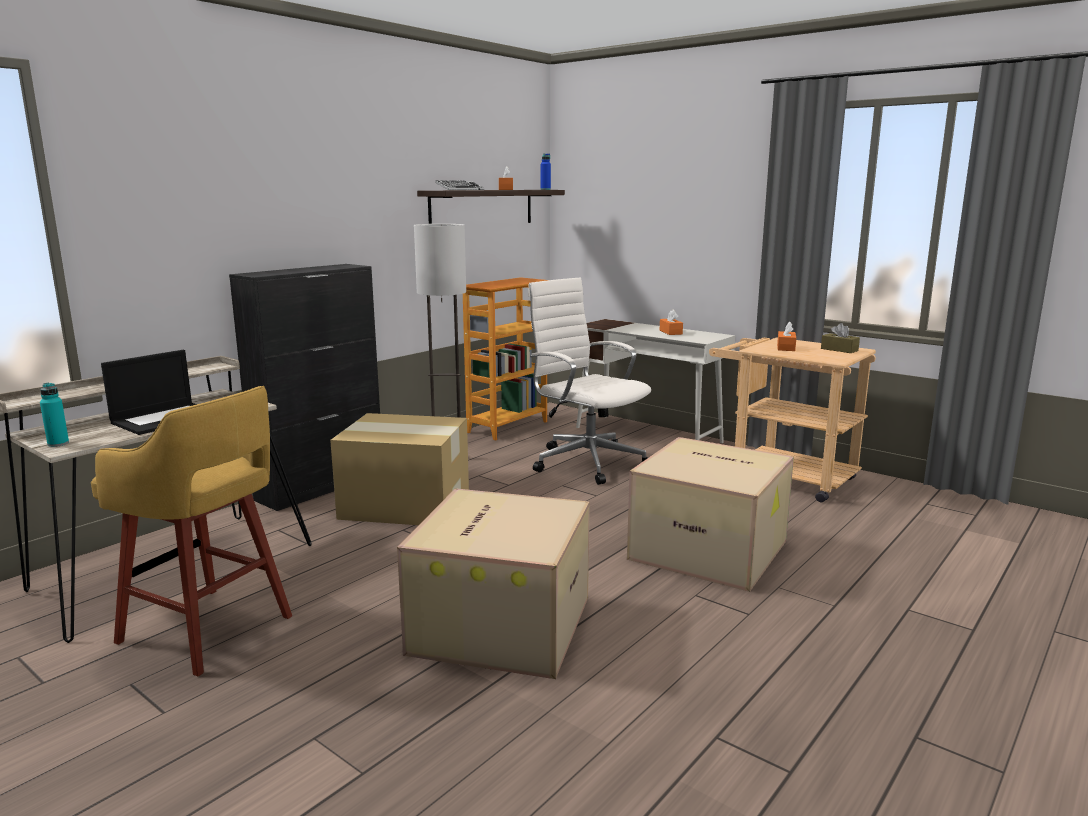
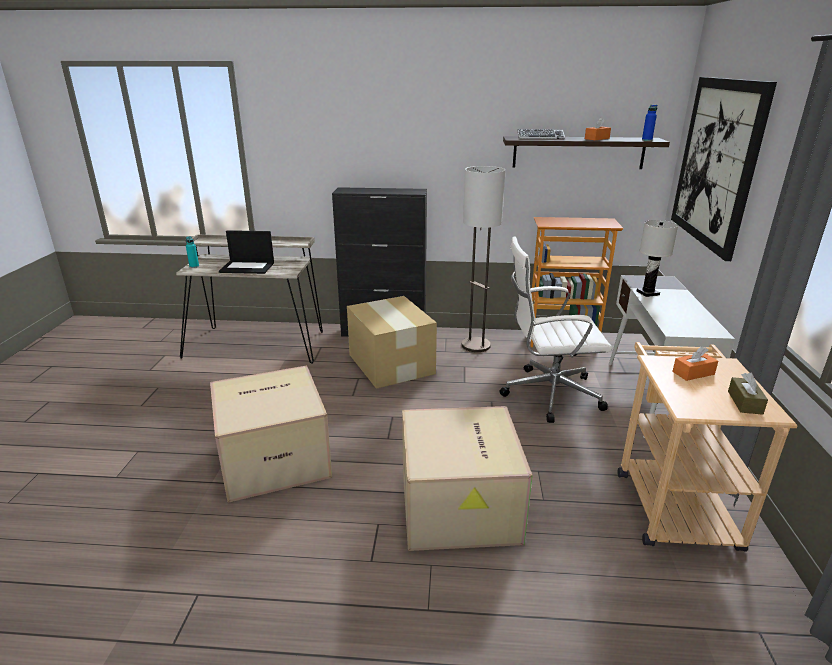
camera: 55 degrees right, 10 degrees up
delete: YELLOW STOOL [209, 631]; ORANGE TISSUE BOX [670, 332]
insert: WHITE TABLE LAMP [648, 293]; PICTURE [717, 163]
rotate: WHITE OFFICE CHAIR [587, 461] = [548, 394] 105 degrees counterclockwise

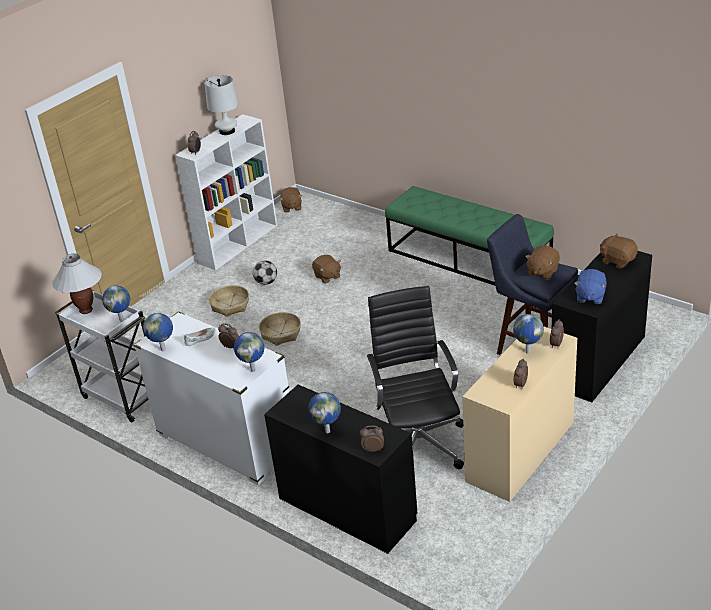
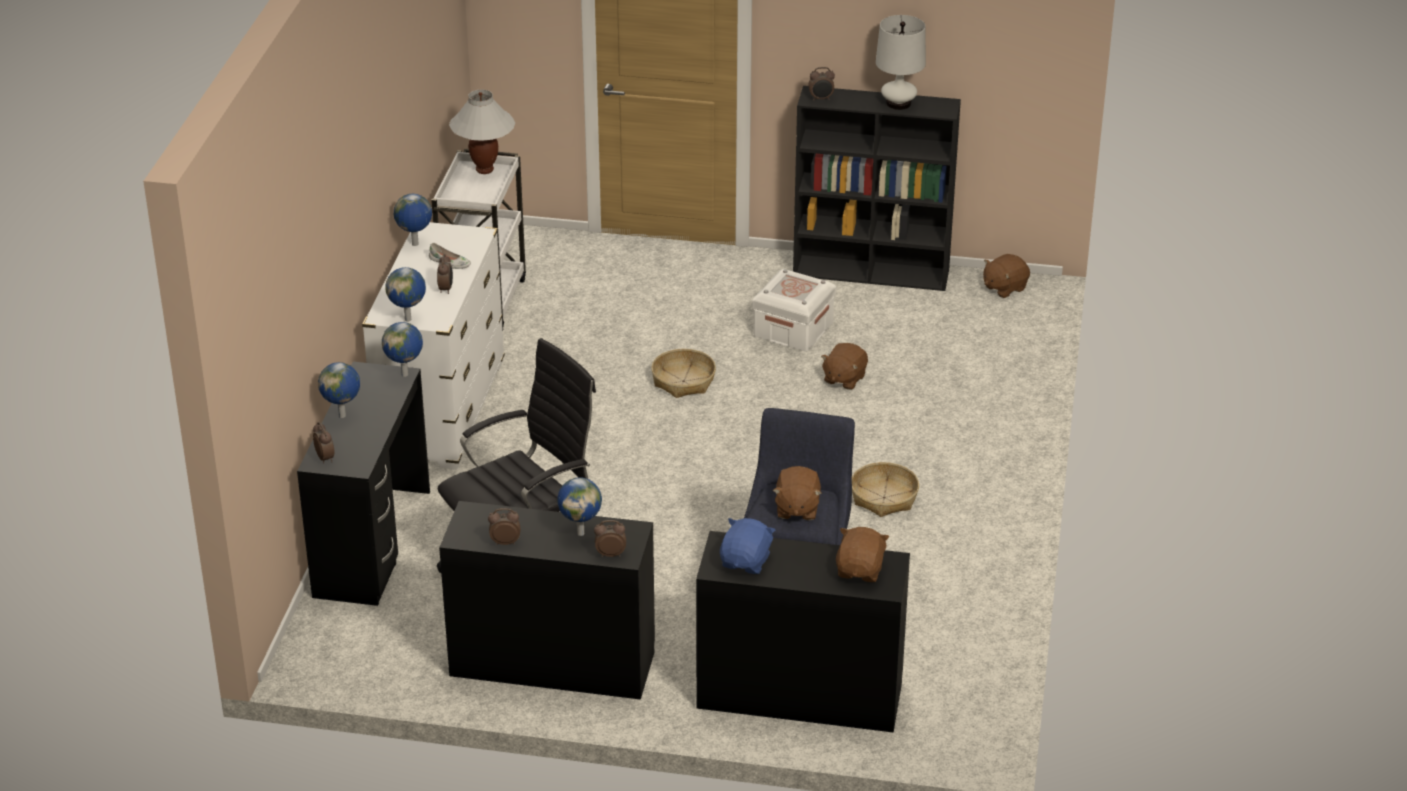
camera: 60 degrees right, 0 degrees up
delete: GREEN BENCH [468, 261]
move: GLOBE [122, 320] to [405, 374]; BASKET [230, 305] to [884, 498]
replace: FOOTBALL [266, 282] to WHITE STORAGE BOX [793, 329]
recolor: WHITE BOOKCASE [238, 243] to BLACK BOOKCASE [872, 272]; BEIGE DESK [521, 452] to BLACK DESK [552, 663]
rotate: BROWN PLUSH TOY [542, 272] = [796, 509] 90 degrees counterclockwise; BLUE PLUSH TOY [590, 296] = [746, 561] 120 degrees clockwise

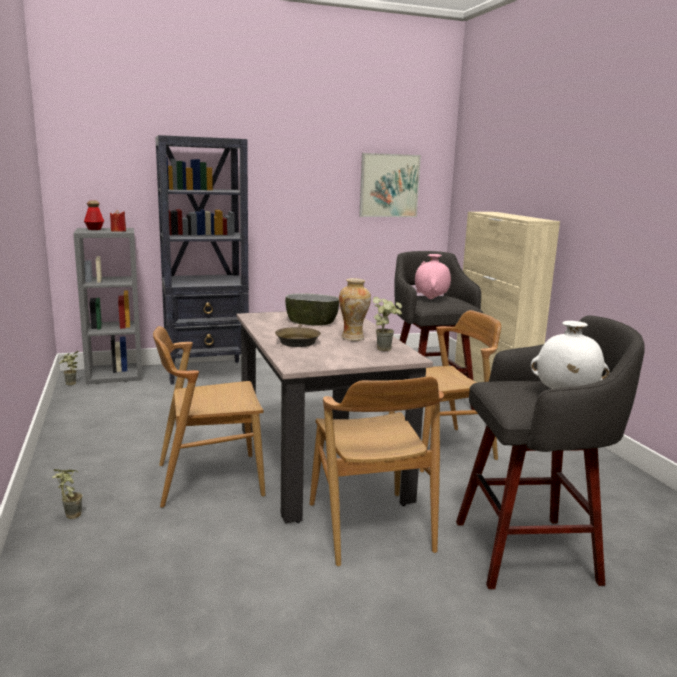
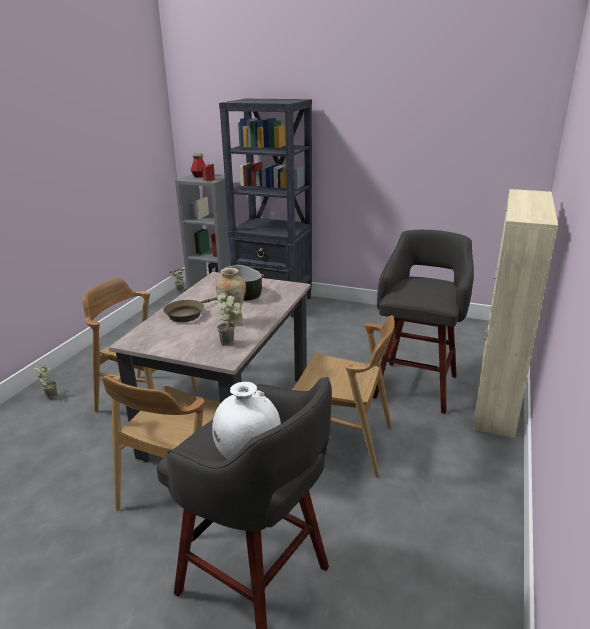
camera: 40 degrees right, 10 degrees up
delete: PICTURE [389, 185]; PINK VASE [431, 299]

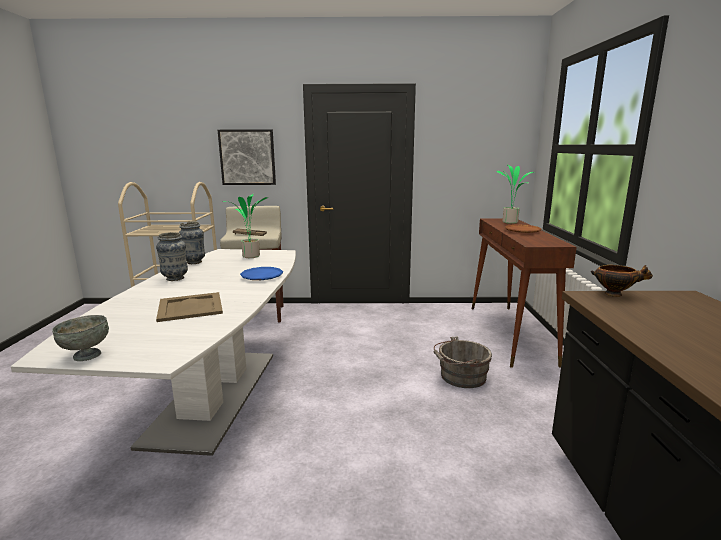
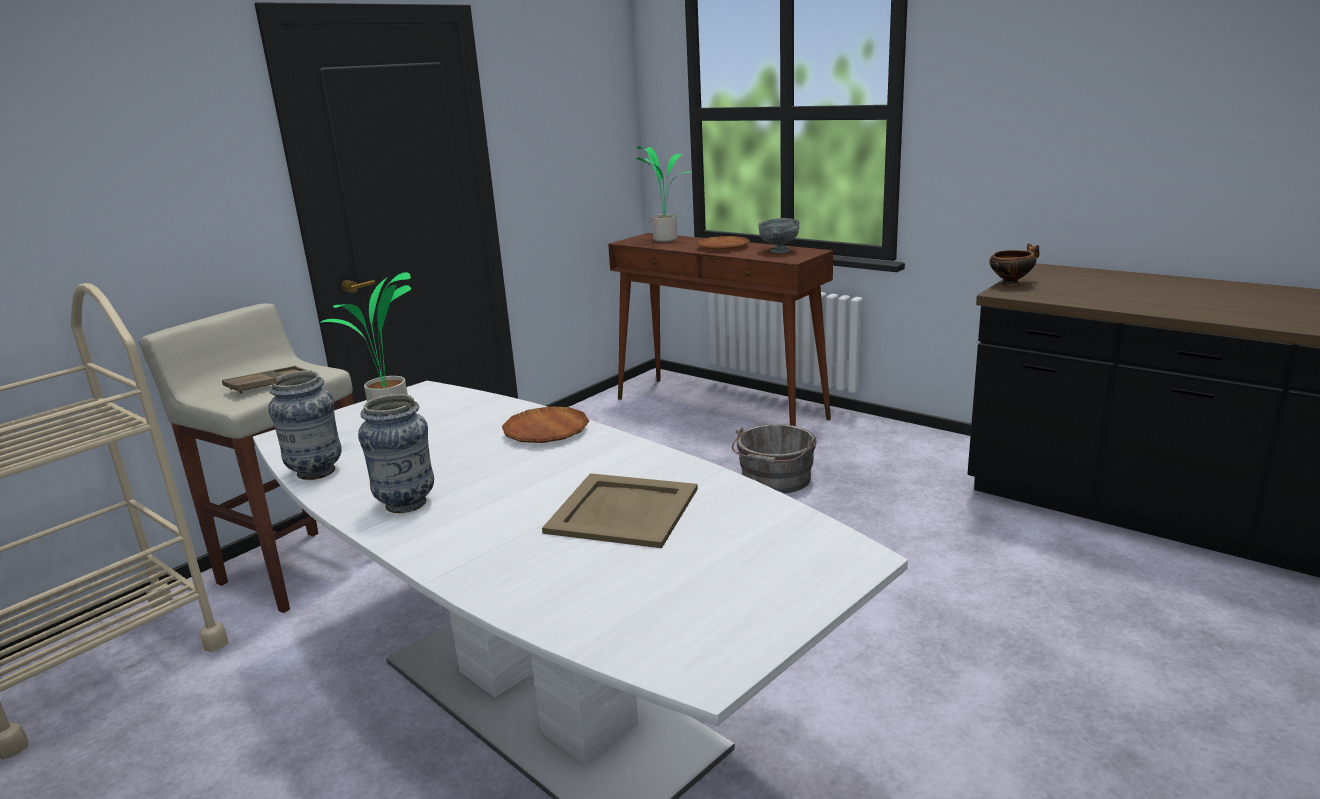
camera: 50 degrees left, 5 degrees up
delete: PICTURE [247, 157]
move: GREY BOWL [86, 355] to [779, 251]
recolor: BLUE PLATE [262, 276] to BROWN PLATE [546, 431]

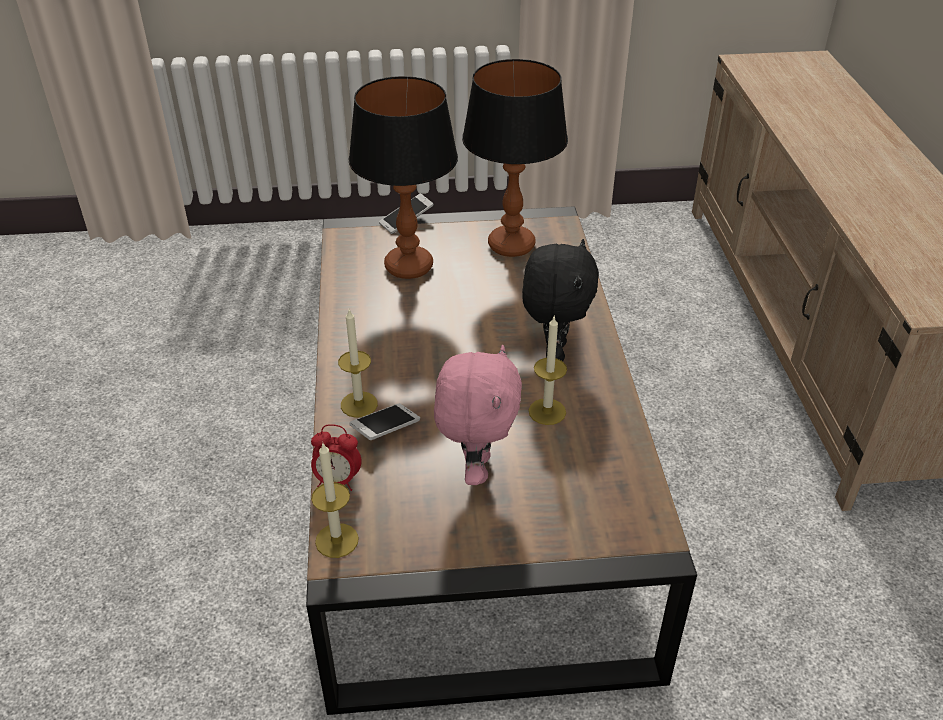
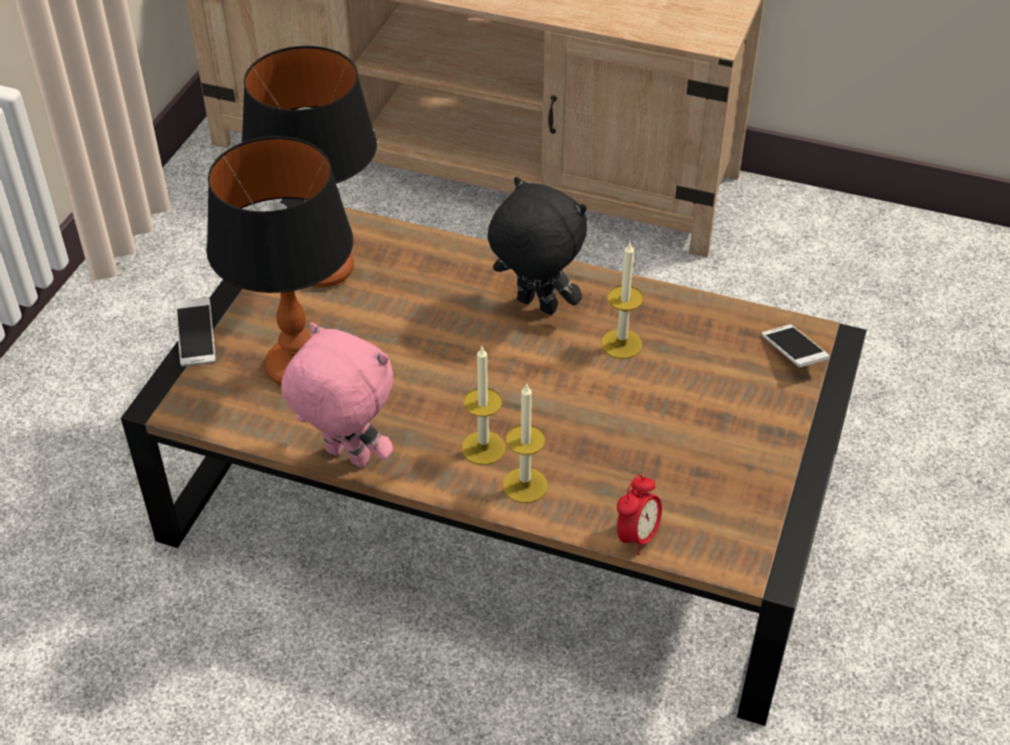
camera: 65 degrees left, 5 degrees up
move: CANDLE [337, 540] to [483, 448]; PHONE [386, 429] to [793, 354]; PINK PLUSH TOY [476, 468] to [345, 457]

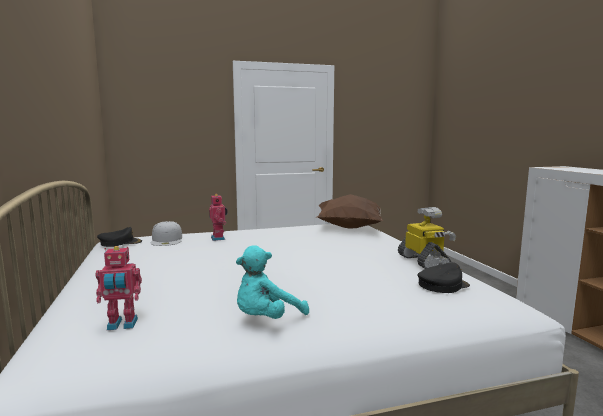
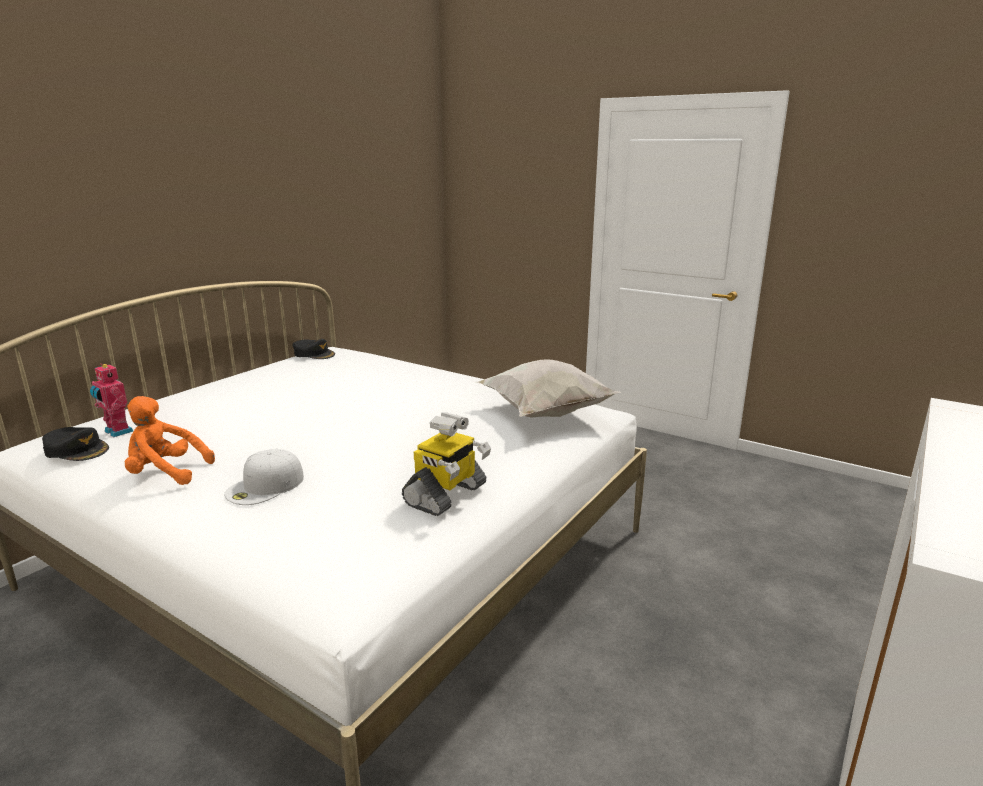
camera: 50 degrees right, 10 degrees up
delete: TOY ROBOT [219, 238]
move: WHITE CAP [167, 240] to [265, 486]; BLACK CAP [442, 285] to [77, 450]
recolor: TURQUOISE PLUSH TOY [267, 319] to ORANGE PLUSH TOY [166, 473]; BROWN PILLOW [349, 229] to WHITE PILLOW [543, 413]

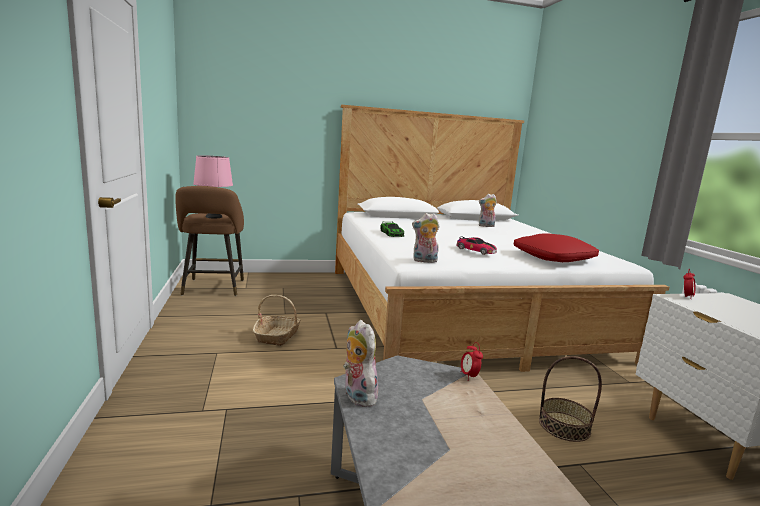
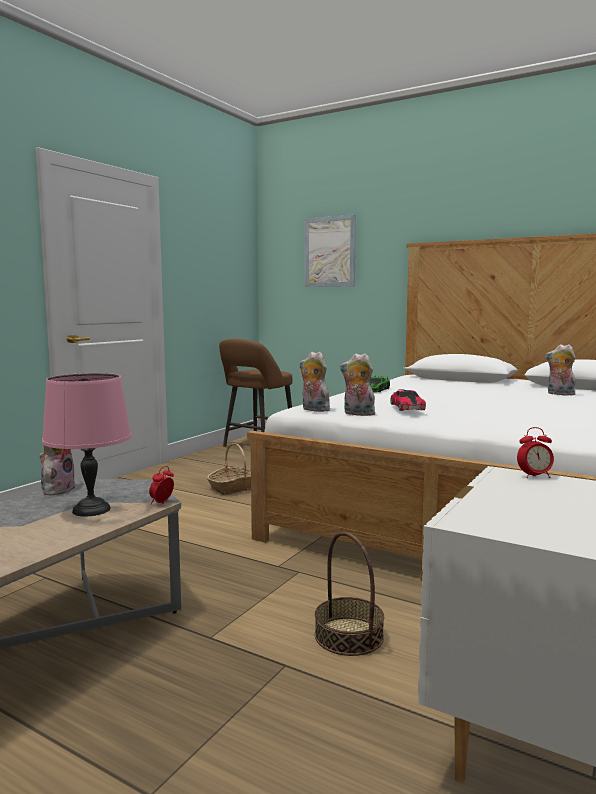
camera: 45 degrees right, 5 degrees down
delete: RED PILLOW [553, 257]
insert: PICTURE [330, 252]; PLUSH TOY [357, 414]
move: PINK TABLE LAMP [213, 217] to [90, 510]

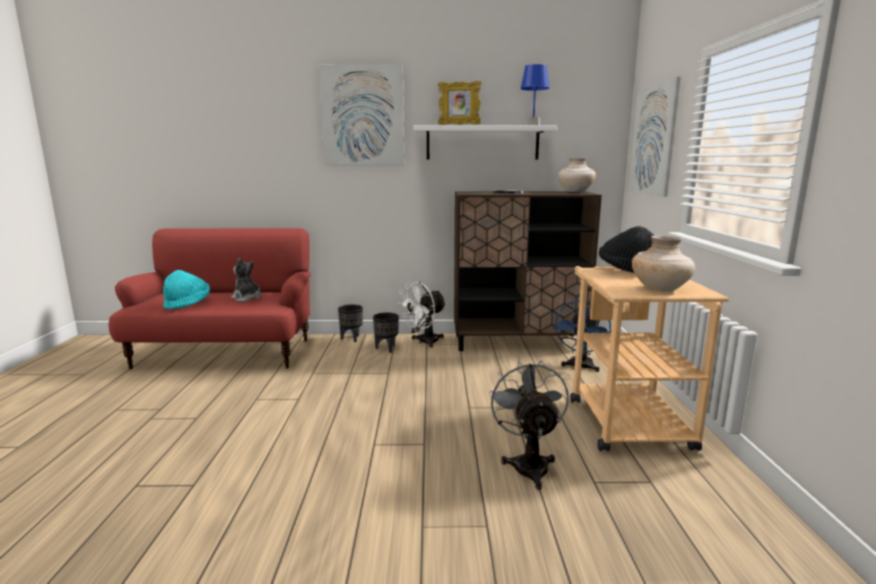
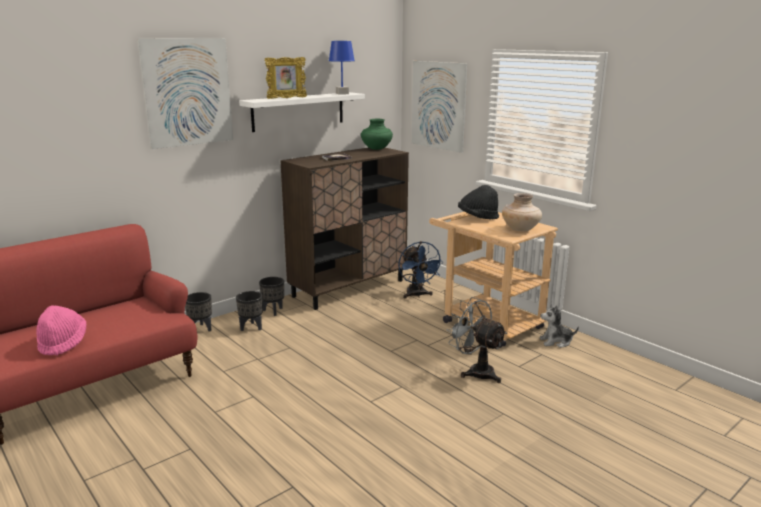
camera: 40 degrees left, 5 degrees up
move: PLUSH TOY [247, 298] to [556, 342]
replace: WHITE FAN [423, 342] to BLACK PLANTER [273, 311]
recolor: TURQUOISE HAT [188, 304] to PINK HAT [63, 343]; BEIGE VASE [575, 191] to GREEN VASE [376, 148]

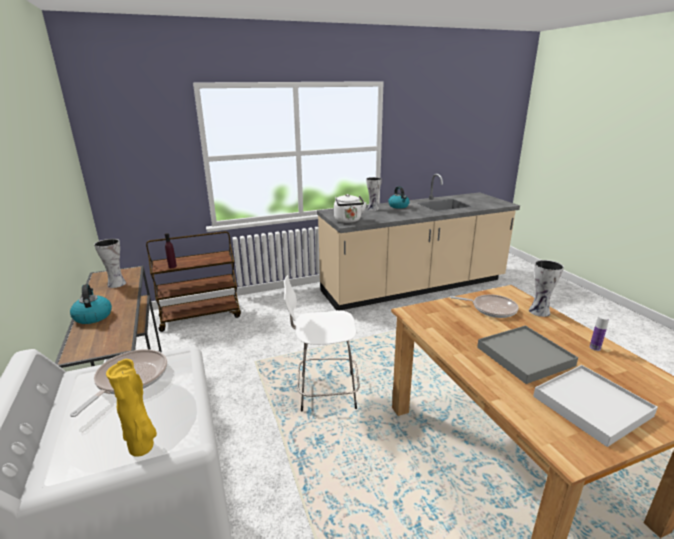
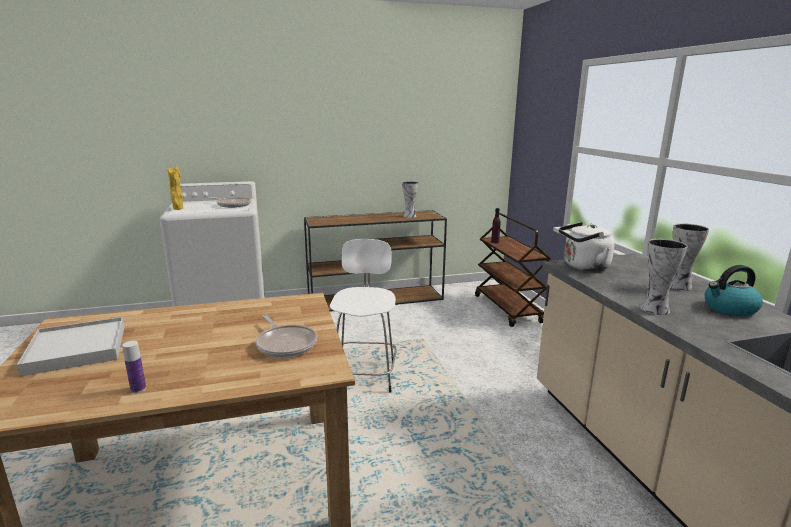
camera: 95 degrees right, 5 degrees down
delete: KETTLE [93, 316]; GREY TRAY [524, 356]
move: VASE [540, 312] to [654, 309]
rotate: FRYING PAN [491, 309] = [285, 344] 60 degrees counterclockwise

